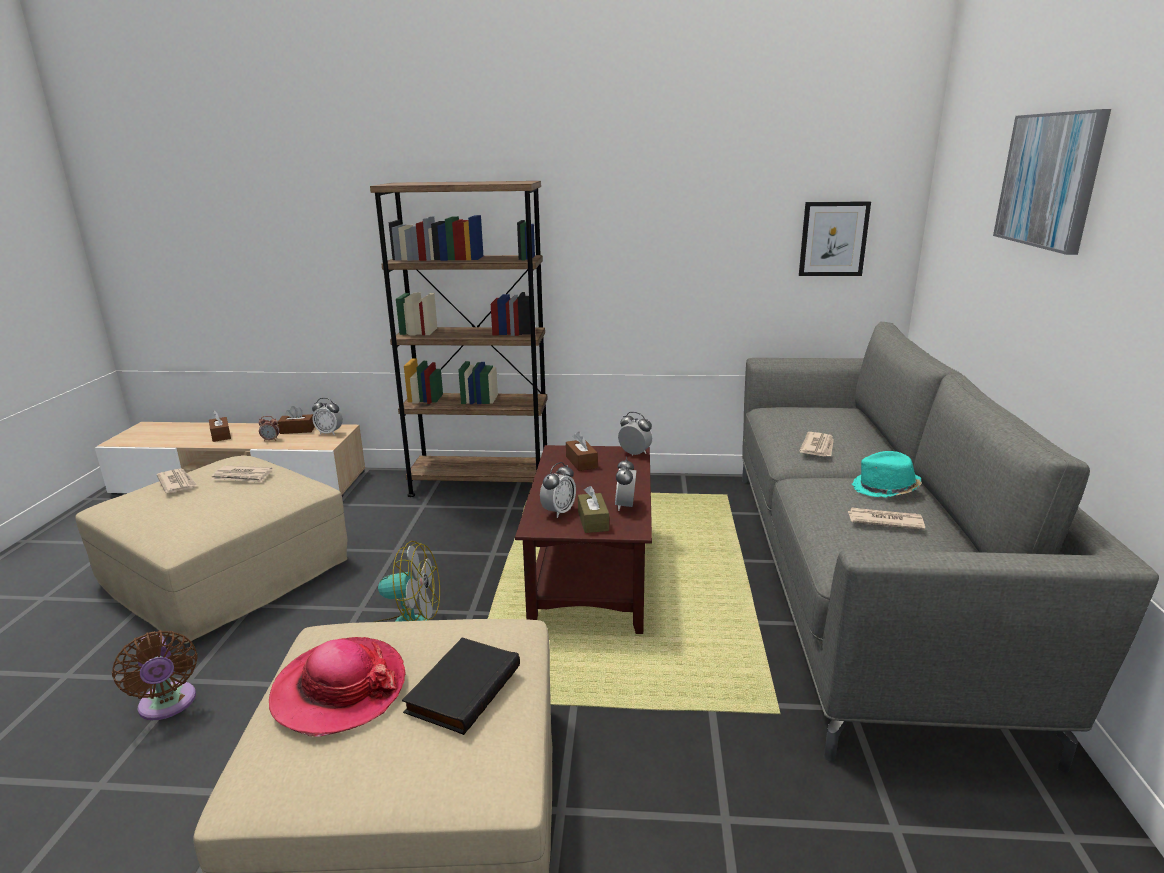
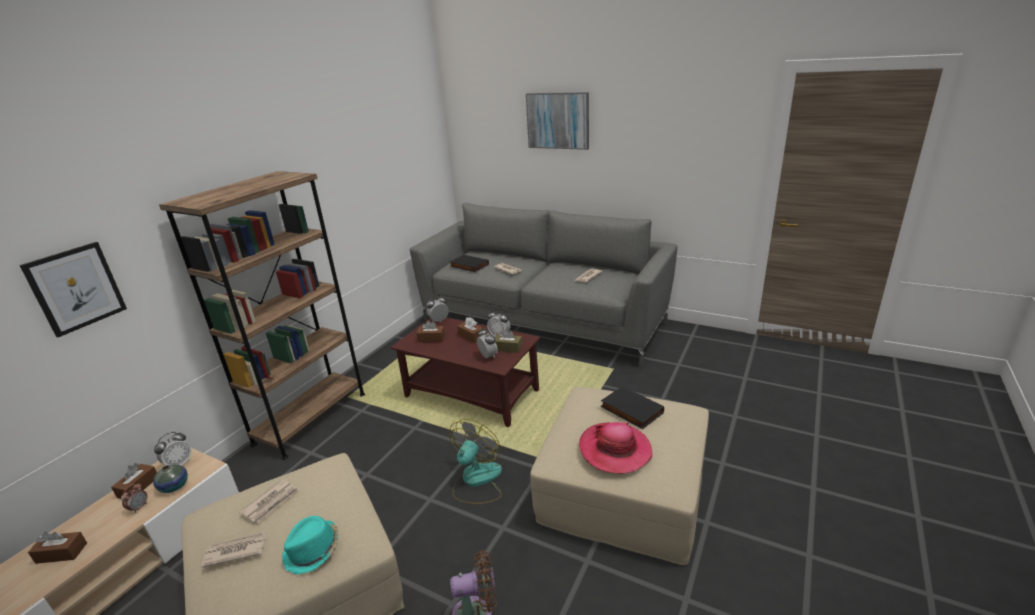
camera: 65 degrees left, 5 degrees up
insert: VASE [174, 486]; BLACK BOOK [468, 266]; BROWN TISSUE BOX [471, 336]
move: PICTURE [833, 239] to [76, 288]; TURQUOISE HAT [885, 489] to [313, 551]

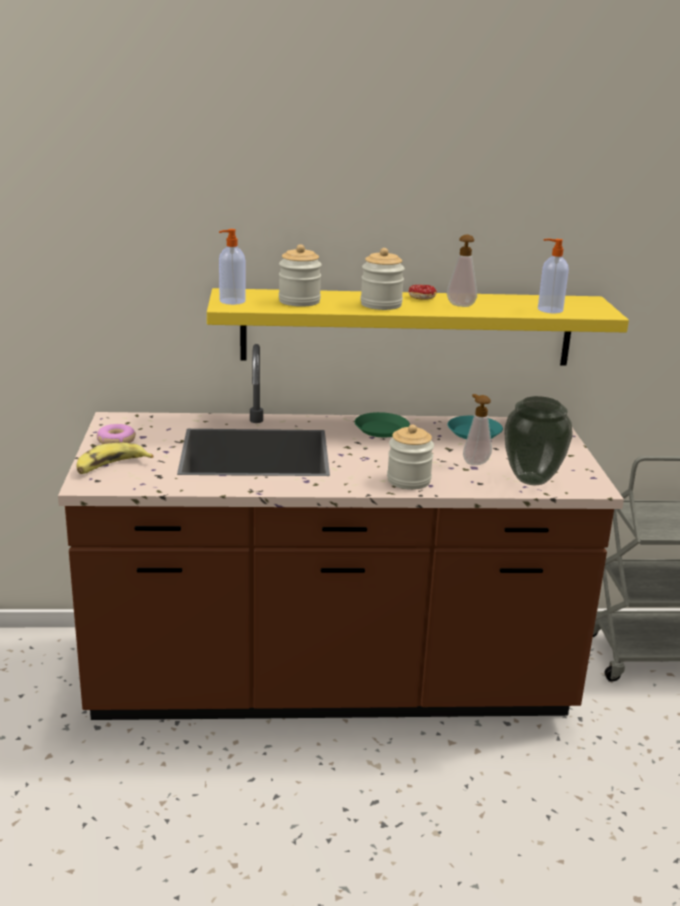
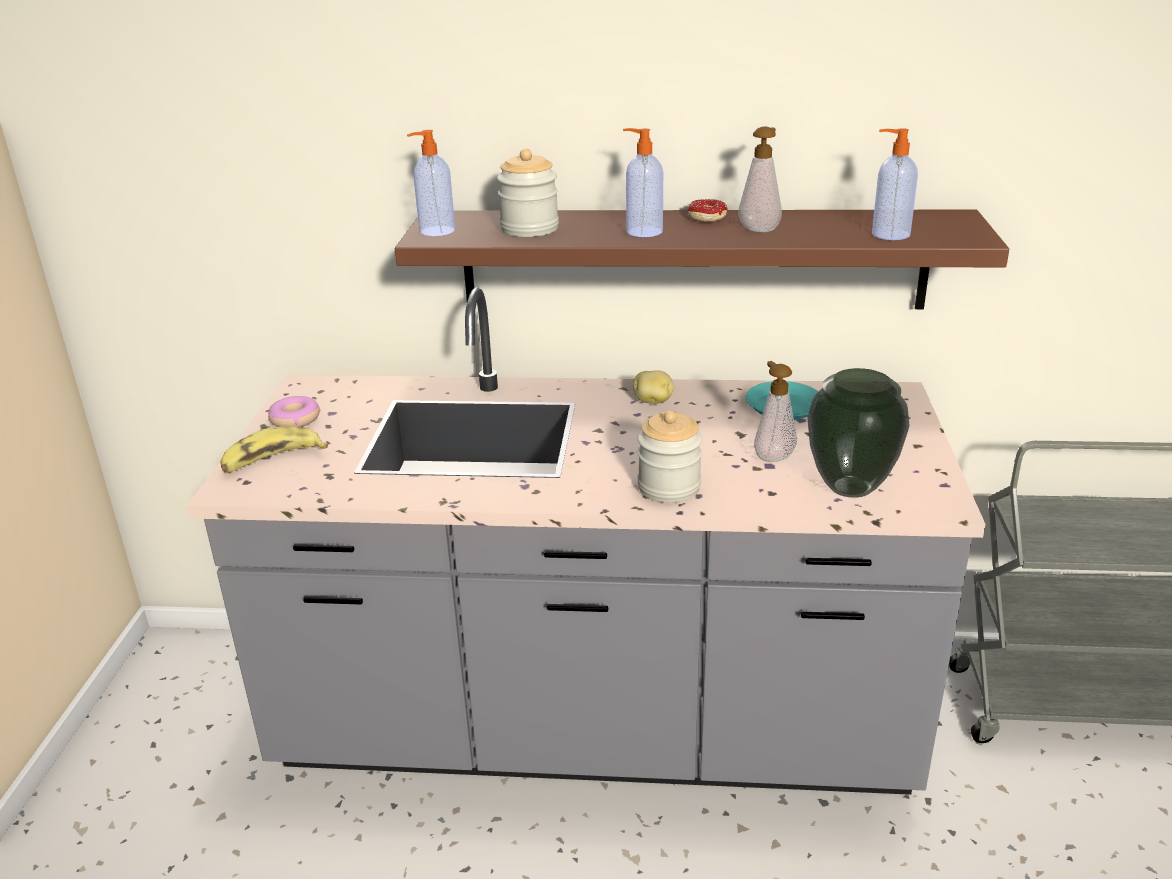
camera: 10 degrees right, 5 degrees up
replace: GREEN PLATE [381, 429] to POTATO [653, 401]; JAR [381, 305] to SOAP DISPENSER [643, 231]
recolor: BROWN COUNTER [330, 683] to GREY COUNTER [594, 727]; YELLOW SHELF [407, 327] to BROWN SHELF [692, 259]

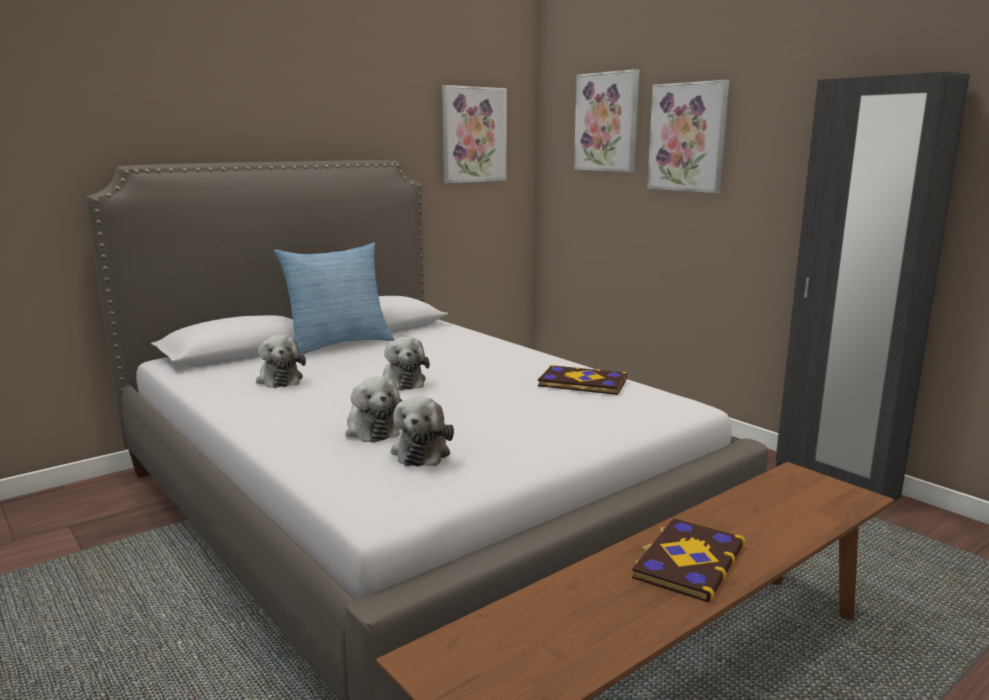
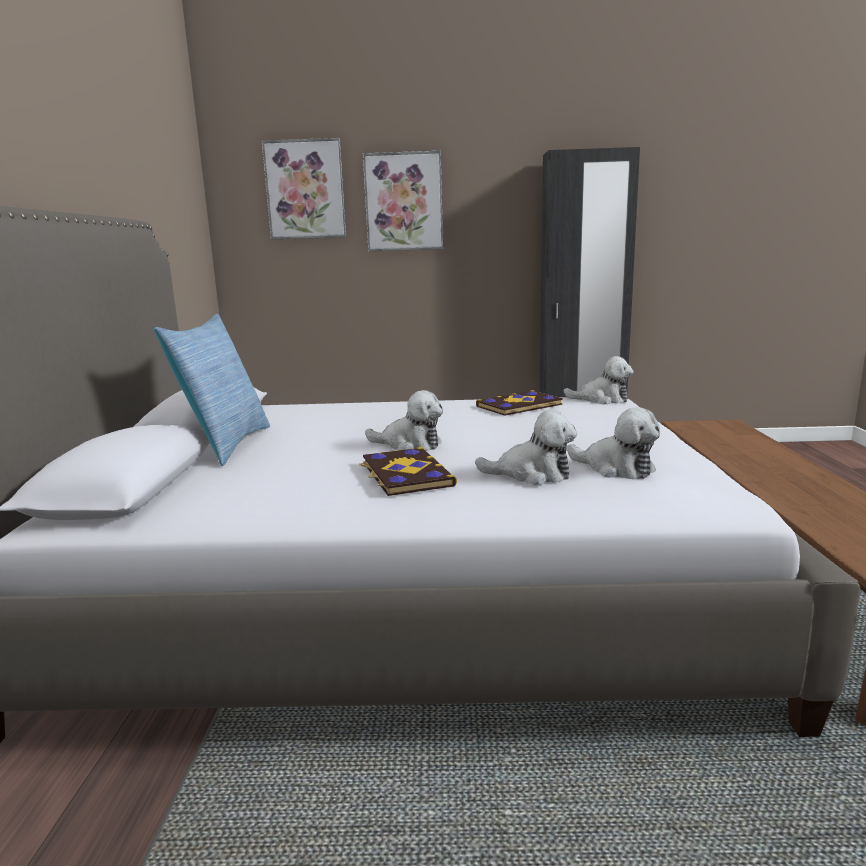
camera: 50 degrees left, 0 degrees up
delete: PICTURE [473, 135]
move: PLUSH TOY [279, 379] to [601, 399]; BOOK [687, 561] to [405, 474]

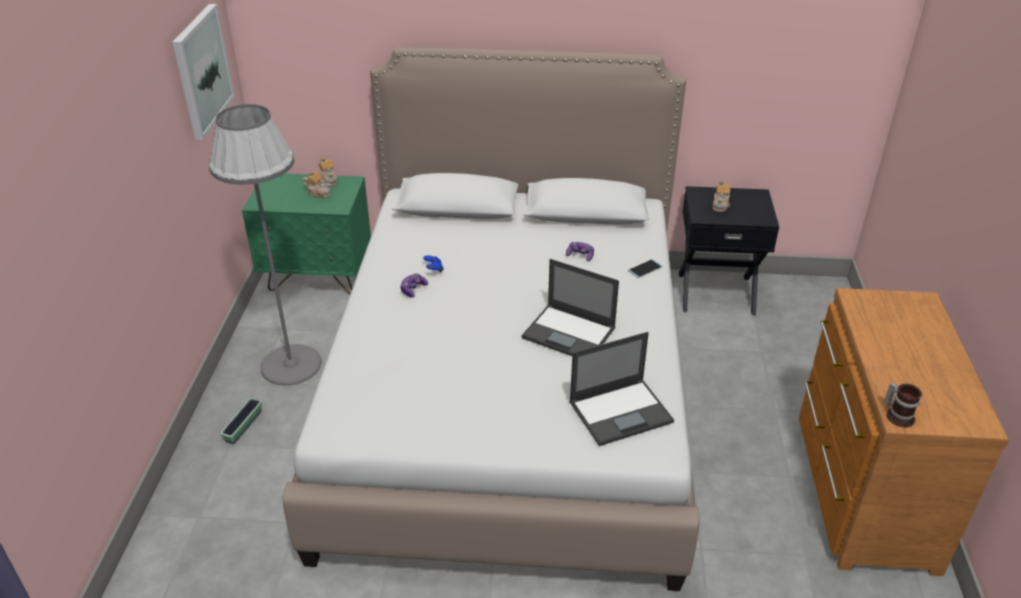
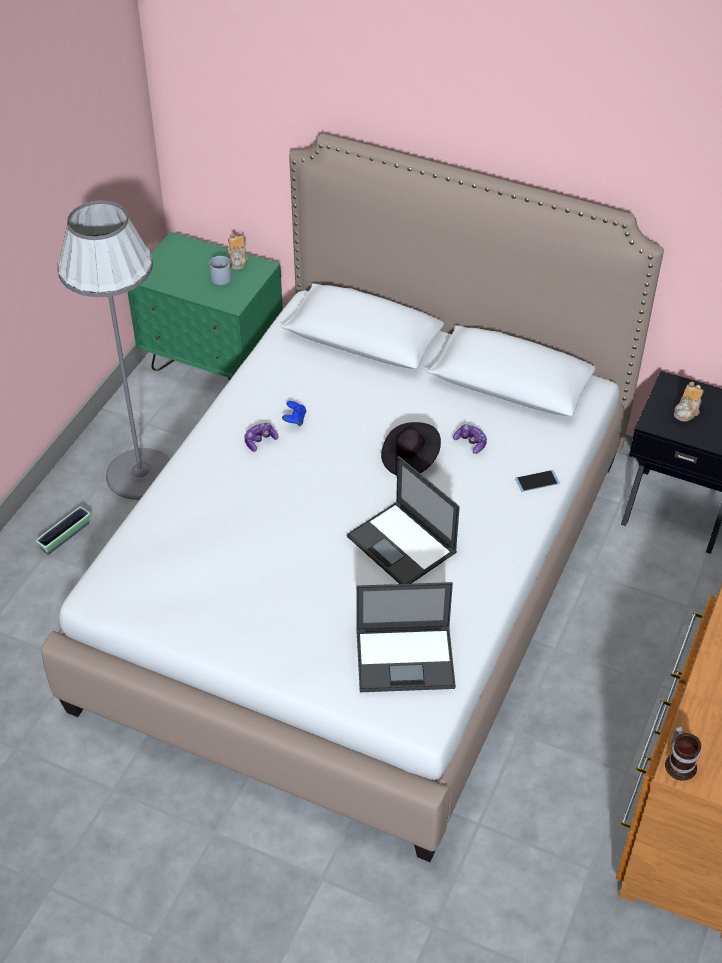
camera: 20 degrees right, 10 degrees up
delete: PICTURE [202, 71]
insert: BLACK HAT [410, 459]
replace: TEAPOT [319, 193] to GREY MUG [219, 276]

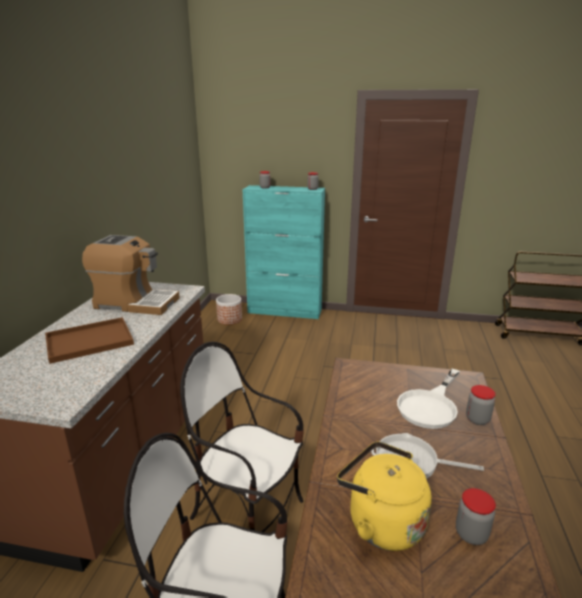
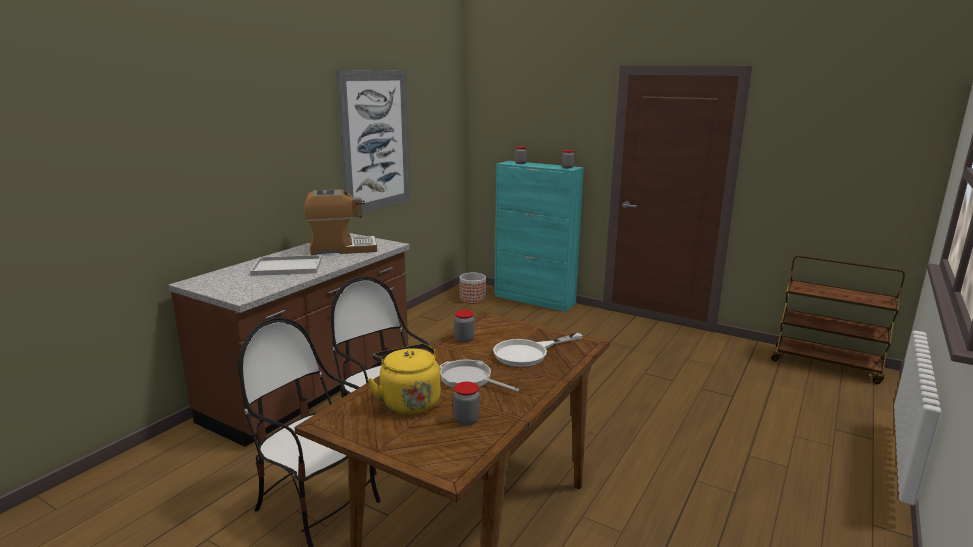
camera: 20 degrees right, 5 degrees down
insert: PICTURE [375, 141]
move: JAR [477, 419] to [464, 339]
recolor: BROWN TRAY [91, 340] to WHITE TRAY [289, 266]
rotate: COFFEE MACHINE [135, 303] = [342, 248] 45 degrees counterclockwise

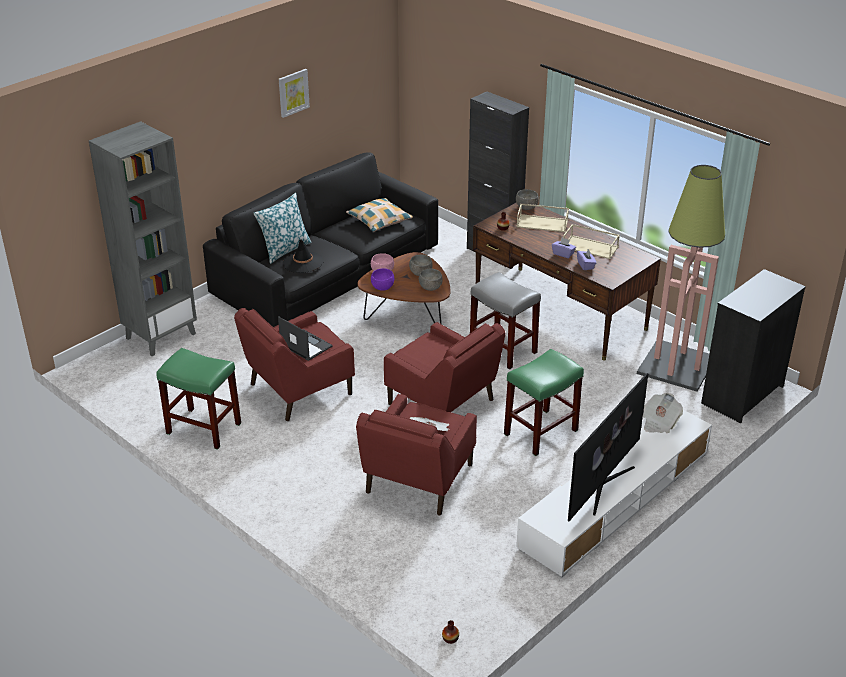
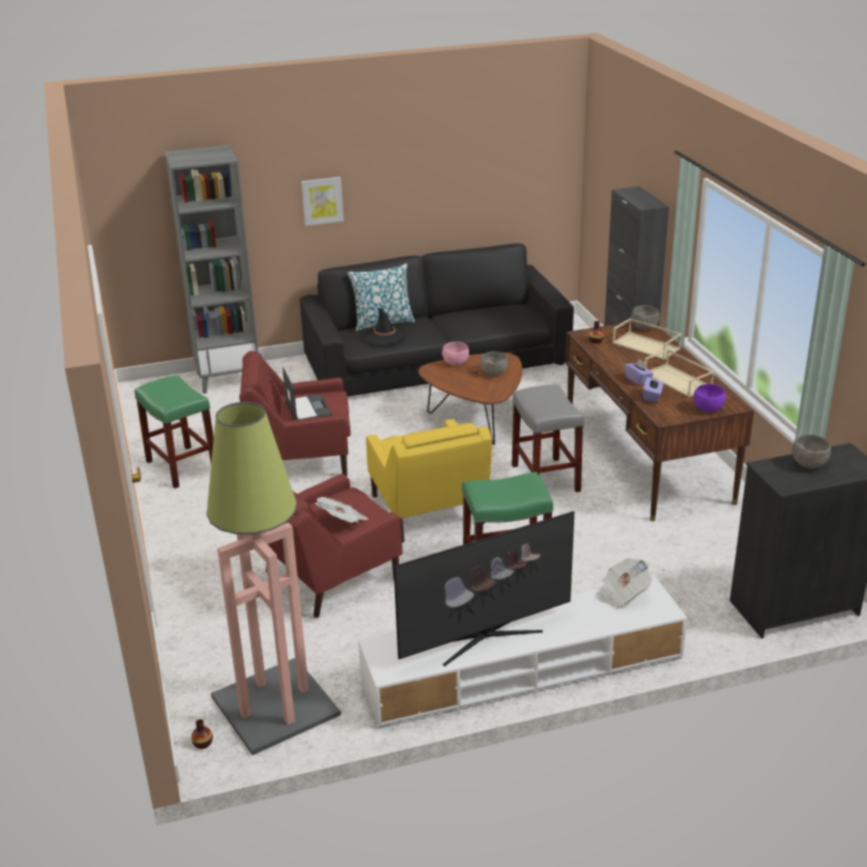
camera: 30 degrees right, 5 degrees down
delete: PILLOW [379, 220]
move: PICTURE [293, 92] to [322, 200]; PURPLE BOWL [382, 287] to [708, 409]; GREY BOWL [430, 288] to [808, 464]; FLOOR LAMP [675, 366] to [273, 705]
recolor: RED ARMCHAIR [442, 403] to YELLOW ARMCHAIR [428, 511]

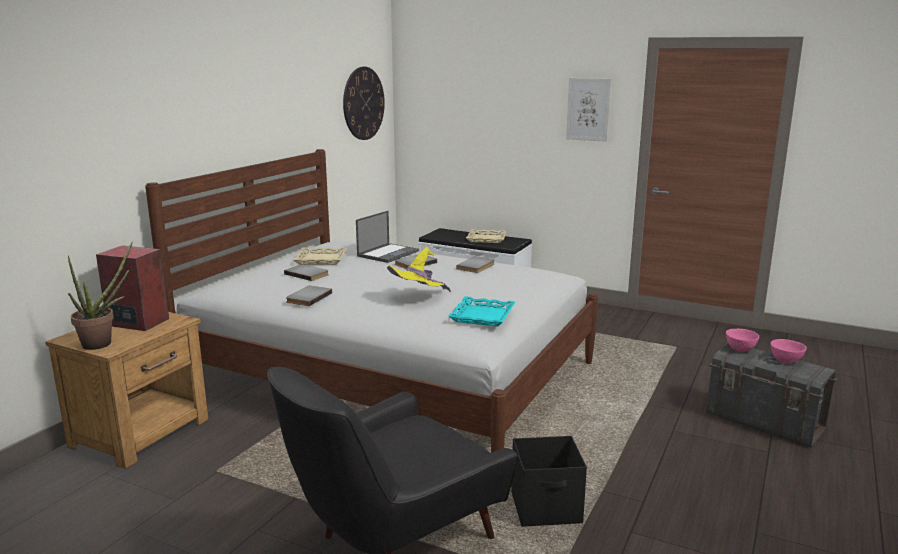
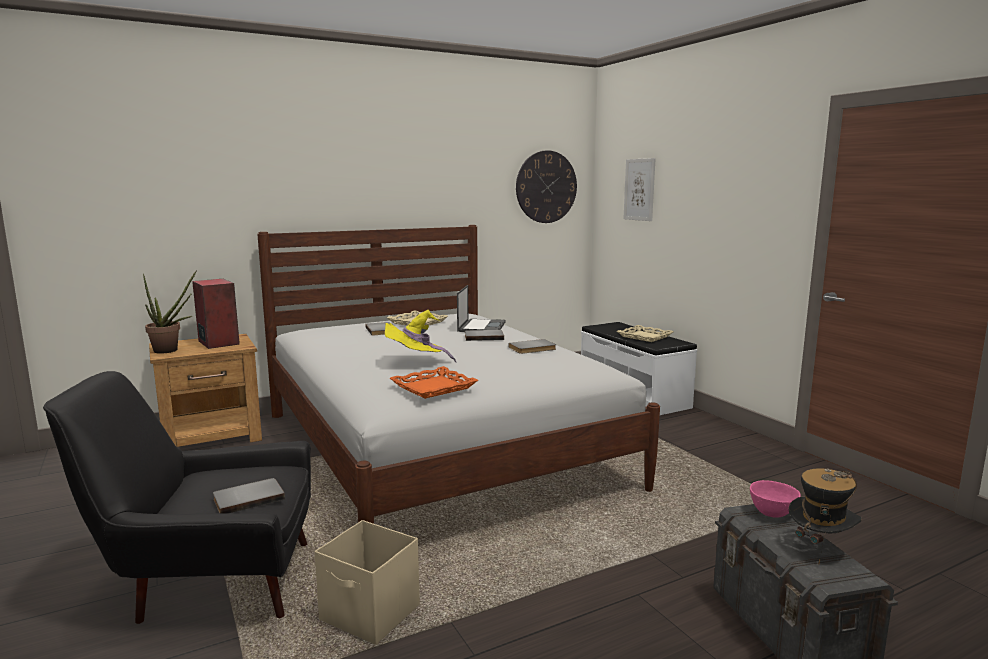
camera: 35 degrees right, 5 degrees down
move: GREY BOOK [307, 297] to [248, 498]; PICTURE [588, 109] to [639, 189]
replace: PINK BOWL [786, 361] to HAT [820, 548]
recolor: TURQUOISE TRAY [483, 316] to ORANGE TRAY [434, 387]; BLACK STORAGE BOX [547, 508] to BEIGE STORAGE BOX [370, 614]
rotate: LAPTOP [388, 253] = [481, 326] 60 degrees counterclockwise

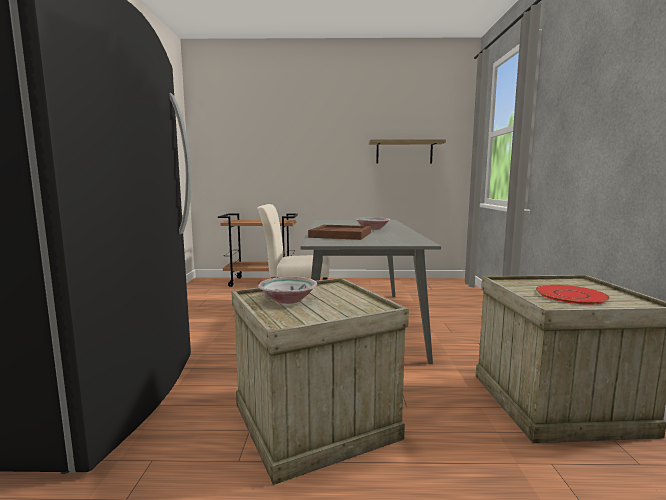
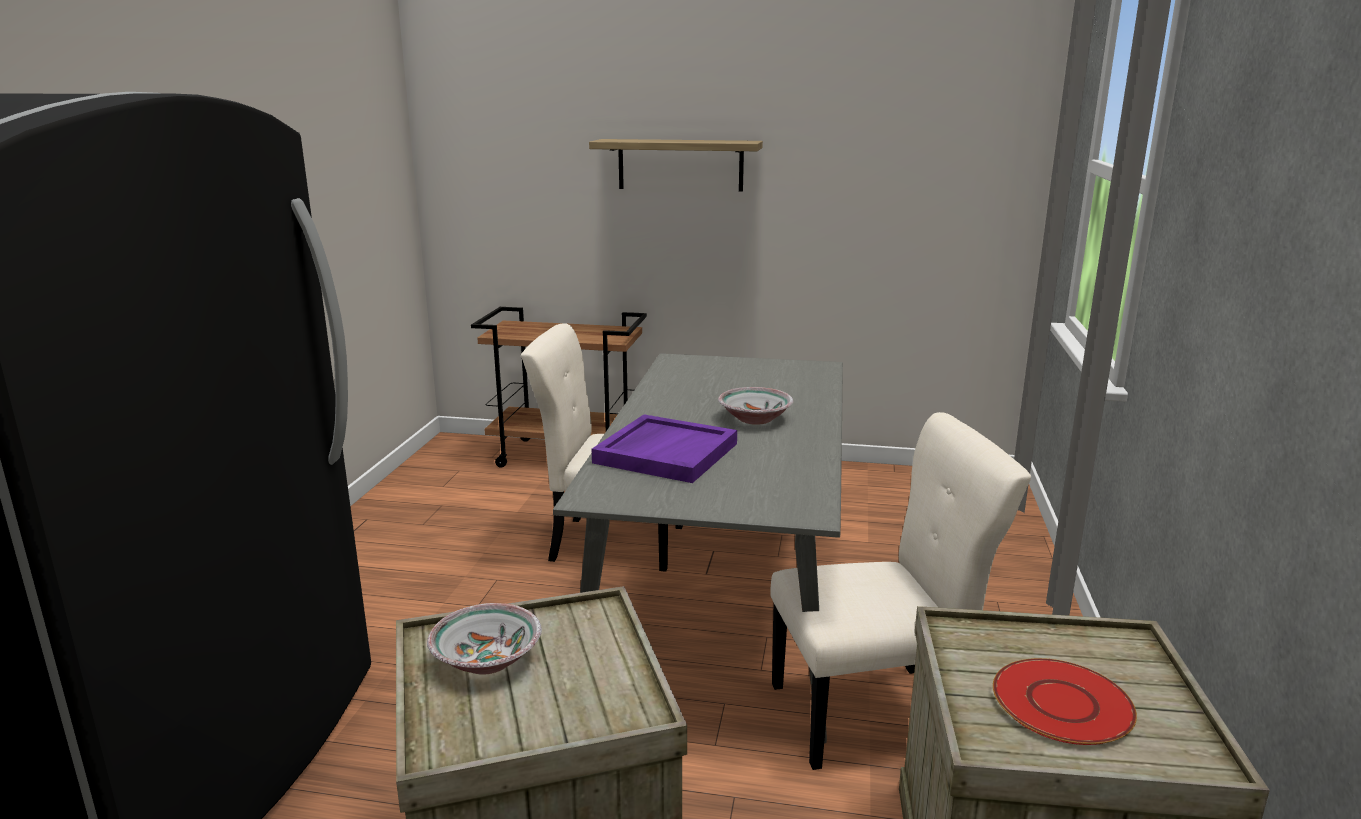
camera: 10 degrees right, 10 degrees up
insert: BEIGE CHAIR [875, 714]
move: SHELF [404, 152] to [680, 165]
recolor: BROWN TRAY [340, 235] to PURPLE TRAY [665, 452]

